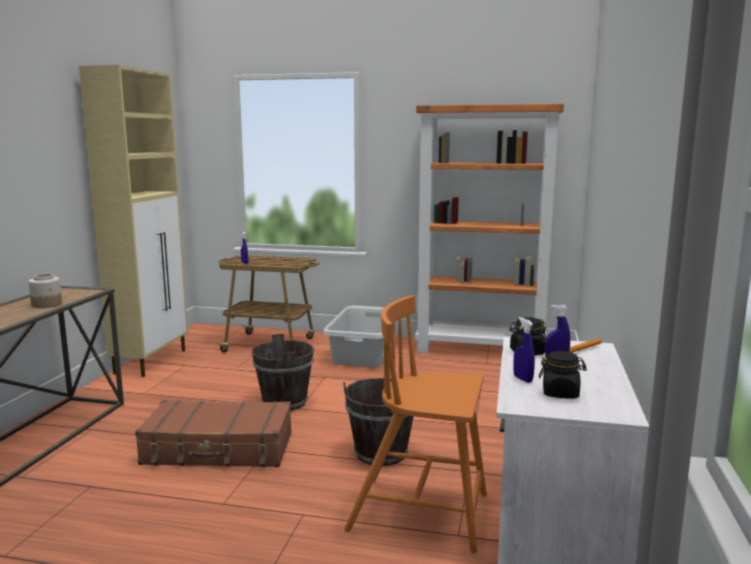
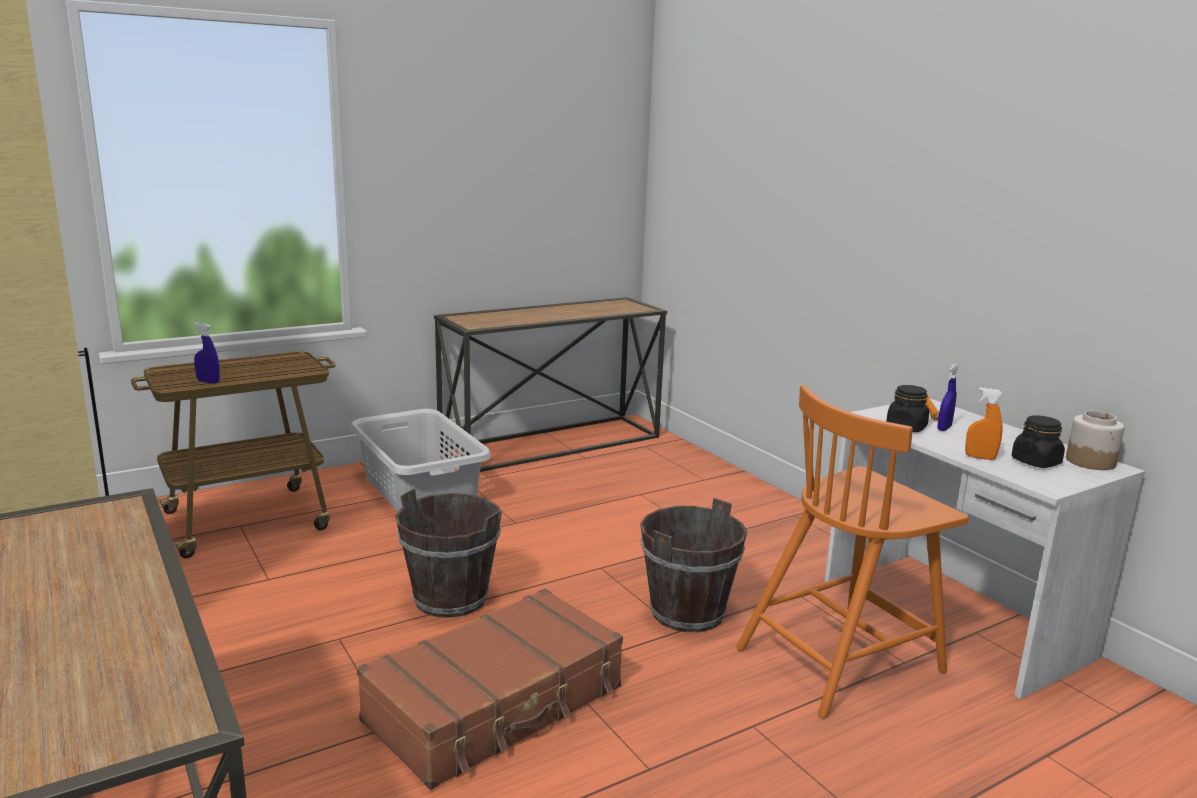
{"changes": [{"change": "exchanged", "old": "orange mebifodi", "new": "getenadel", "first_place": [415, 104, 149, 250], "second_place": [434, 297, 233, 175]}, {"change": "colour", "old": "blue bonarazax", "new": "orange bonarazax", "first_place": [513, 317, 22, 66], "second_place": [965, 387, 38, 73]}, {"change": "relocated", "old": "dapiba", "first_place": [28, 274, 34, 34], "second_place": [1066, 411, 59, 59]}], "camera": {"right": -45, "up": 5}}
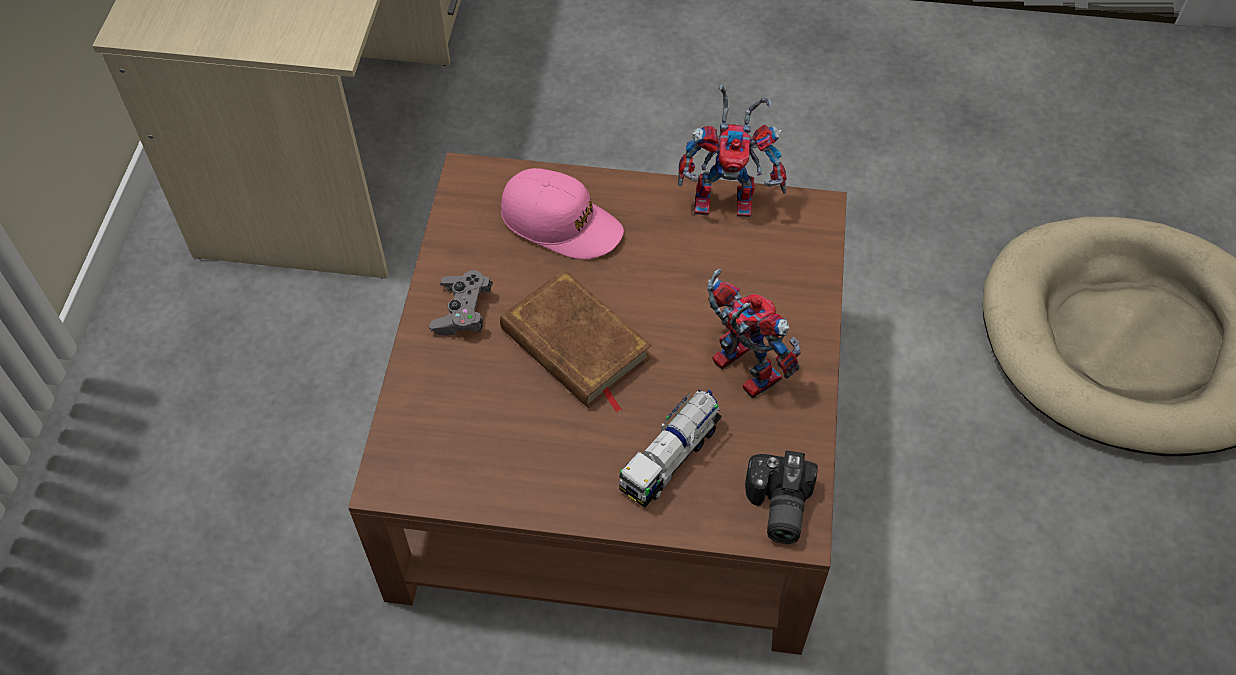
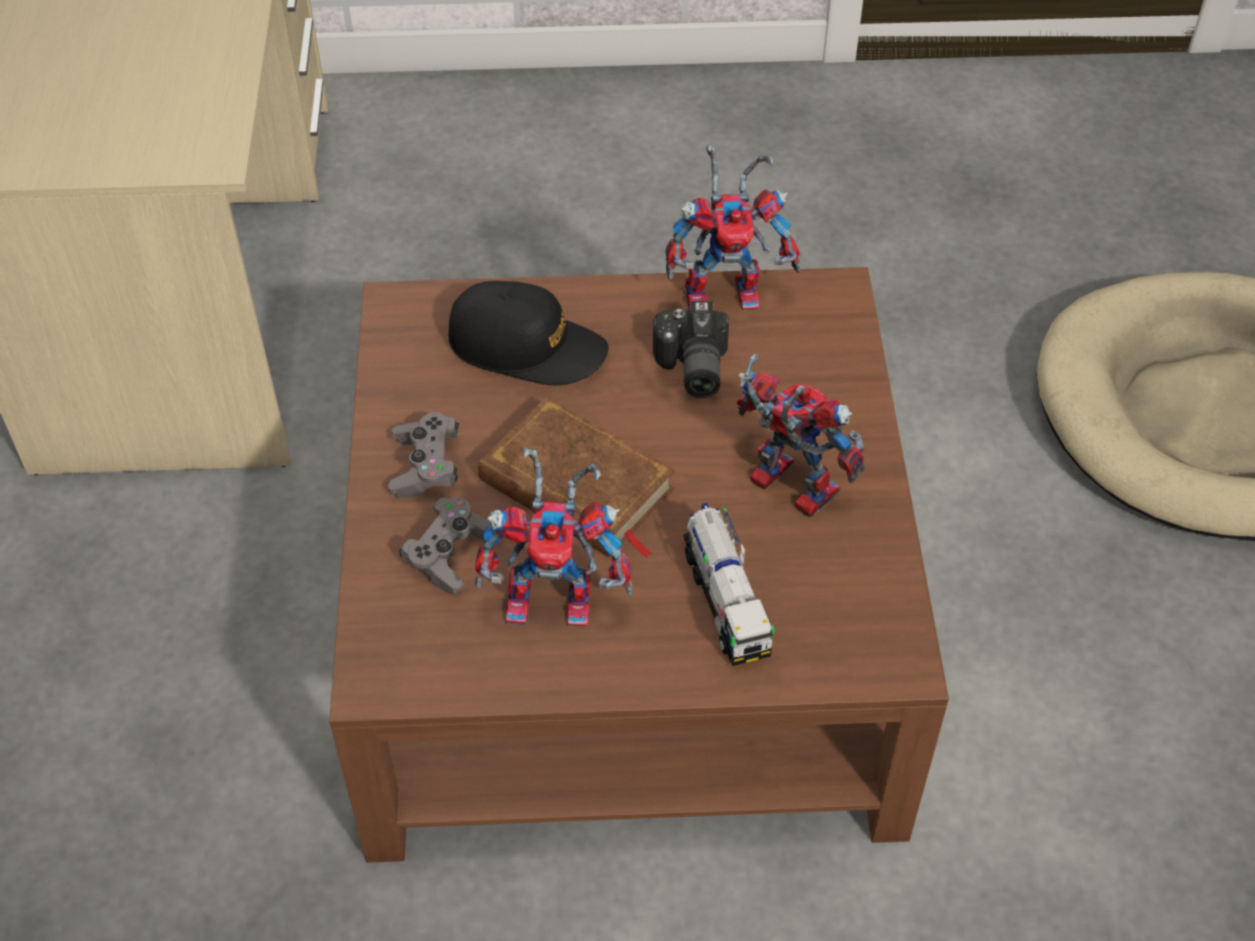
{"changes": [{"change": "appeared", "new": "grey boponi", "second_place": [399, 498, 91, 97]}, {"change": "colour", "old": "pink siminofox", "new": "black siminofox", "first_place": [501, 168, 123, 91], "second_place": [448, 281, 161, 104]}, {"change": "appeared", "new": "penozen", "second_place": [475, 448, 158, 179]}, {"change": "relocated", "old": "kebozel", "first_place": [745, 450, 73, 94], "second_place": [653, 301, 76, 97]}, {"change": "spun", "old": "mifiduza", "first_place": [619, 390, 103, 118], "second_place": [683, 503, 92, 163], "degrees": -45}], "camera": {"right": -10, "up": -5}}
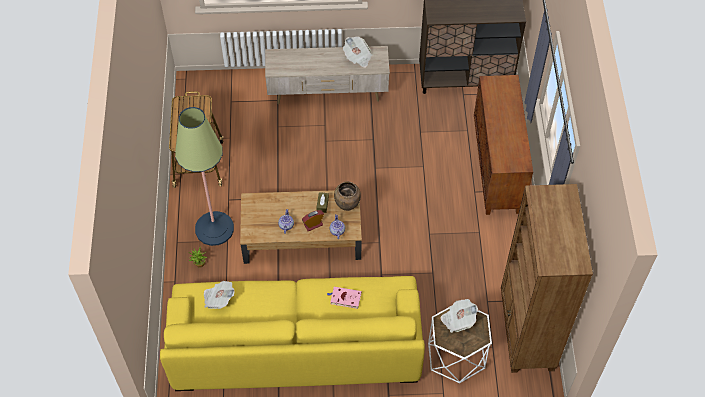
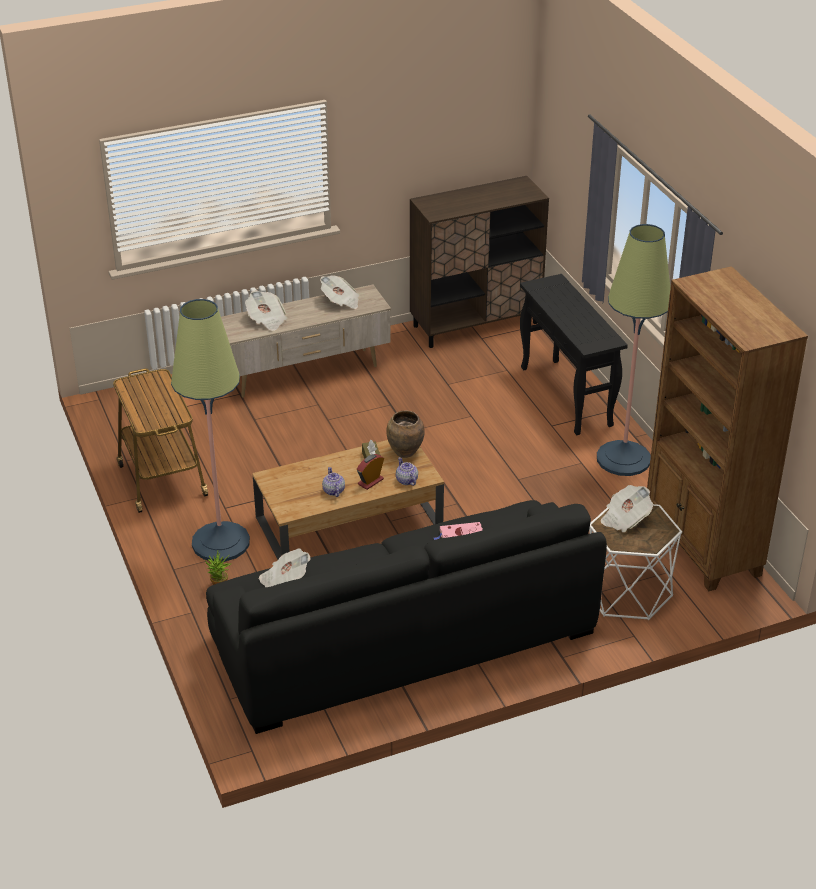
{"changes": [{"change": "colour", "old": "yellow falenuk", "new": "black falenuk", "first_place": [160, 276, 265, 115], "second_place": [206, 500, 401, 234]}, {"change": "appeared", "new": "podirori", "second_place": [245, 290, 42, 41]}, {"change": "exchanged", "old": "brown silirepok", "new": "black getenadel", "first_place": [474, 75, 59, 140], "second_place": [520, 274, 108, 161]}, {"change": "appeared", "new": "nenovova", "second_place": [597, 224, 73, 252]}], "camera": {"right": -20, "up": -20}}
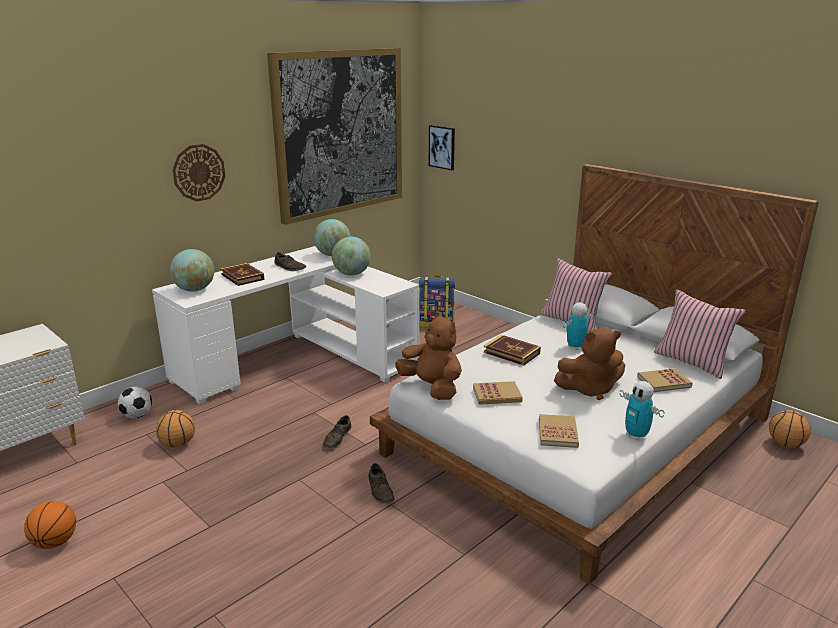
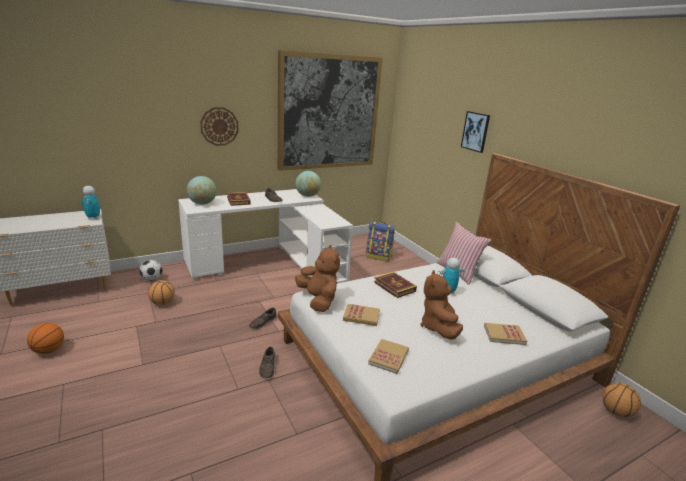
{"changes": [{"change": "relocated", "old": "penozen", "first_place": [620, 381, 44, 60], "second_place": [82, 186, 18, 33]}, {"change": "spun", "old": "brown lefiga", "first_place": [554, 328, 71, 72], "second_place": [420, 270, 43, 70], "degrees": 90}, {"change": "relocated", "old": "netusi", "first_place": [429, 125, 26, 45], "second_place": [461, 111, 29, 42]}, {"change": "missing", "old": "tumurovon", "first_place": [332, 237, 39, 39]}, {"change": "missing", "old": "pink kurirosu", "first_place": [654, 290, 92, 89]}], "camera": {"right": 15, "up": 0}}
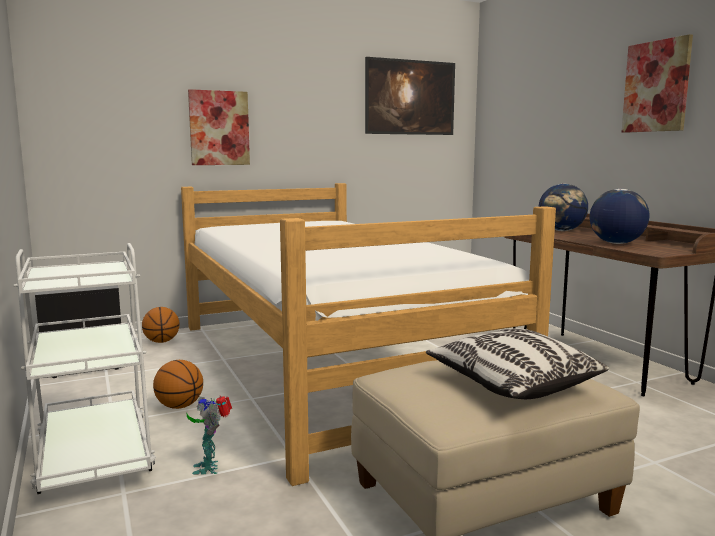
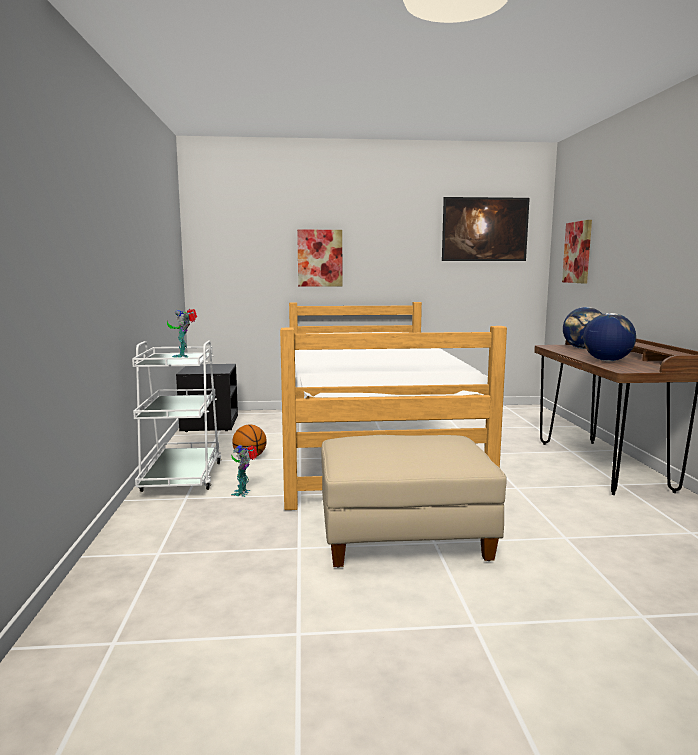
{"changes": [{"change": "appeared", "new": "penozen", "second_place": [167, 309, 30, 49]}, {"change": "relocated", "old": "netusi", "first_place": [622, 34, 71, 99], "second_place": [562, 220, 30, 64]}, {"change": "missing", "old": "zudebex", "first_place": [142, 307, 37, 36]}, {"change": "missing", "old": "kurirosu", "first_place": [426, 328, 183, 71]}], "camera": {"right": 20, "up": 0}}
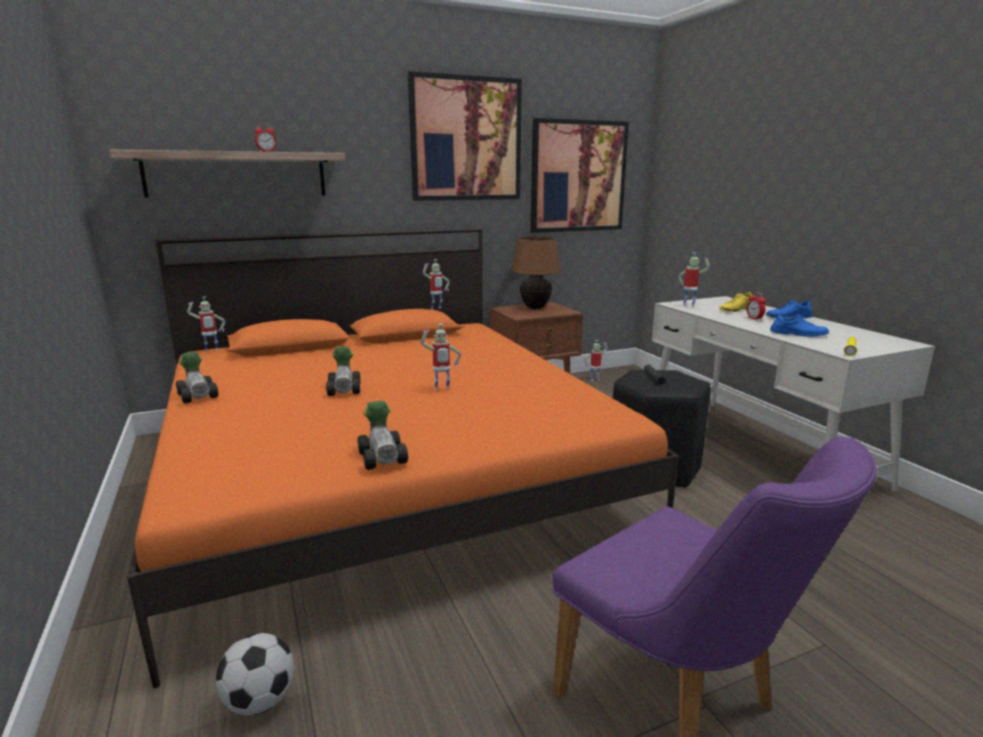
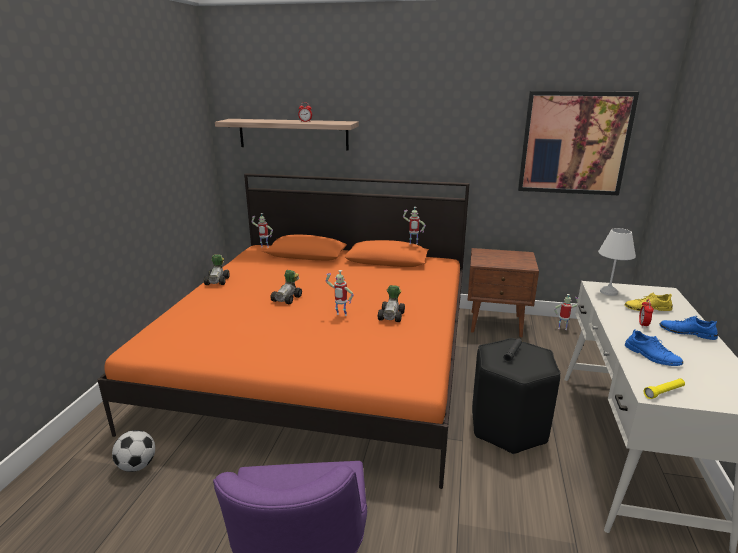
{"changes": [{"change": "relocated", "old": "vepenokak", "first_place": [357, 401, 51, 69], "second_place": [378, 285, 27, 37]}, {"change": "exchanged", "old": "penozen", "new": "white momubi", "first_place": [678, 252, 32, 55], "second_place": [598, 228, 38, 68]}, {"change": "missing", "old": "netusi", "first_place": [408, 71, 114, 130]}, {"change": "missing", "old": "brown momubi", "first_place": [512, 237, 49, 72]}], "camera": {"right": 35, "up": 5}}
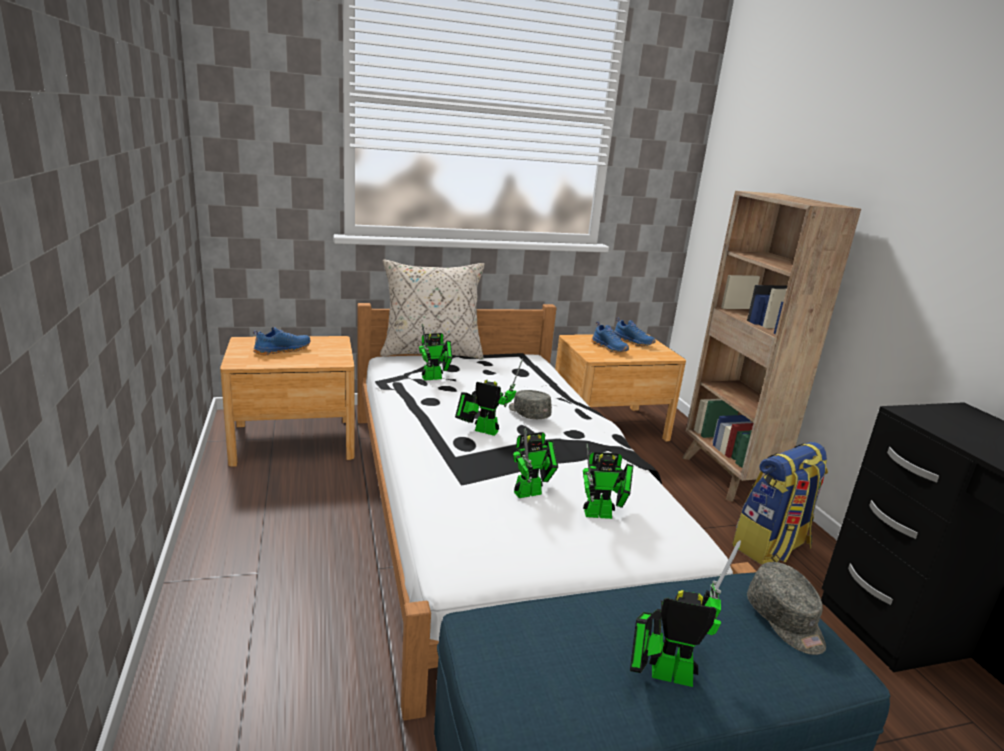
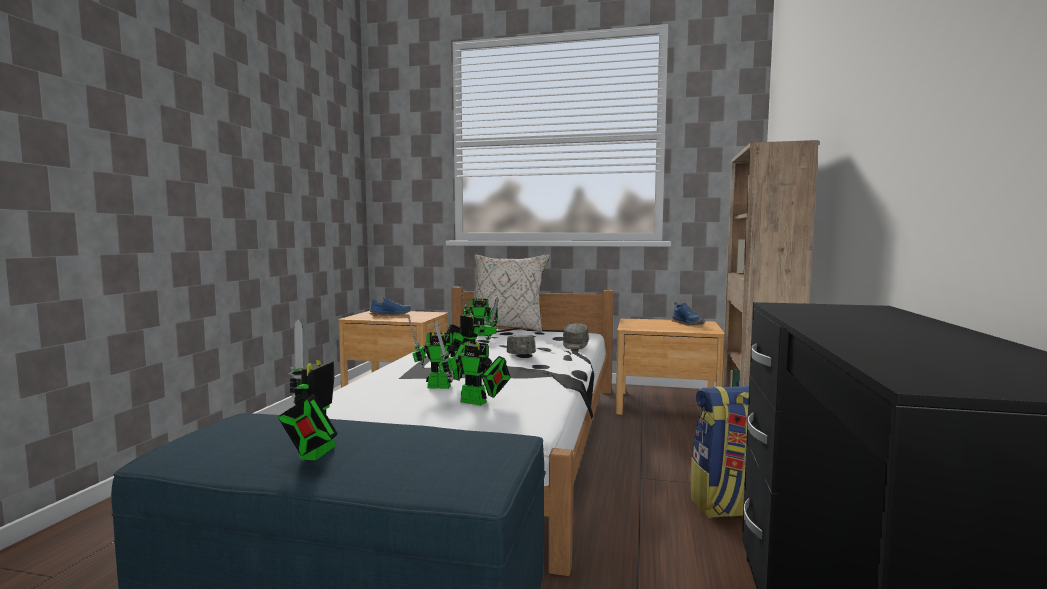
{"changes": [{"change": "spun", "old": "penozen", "first_place": [630, 541, 111, 146], "second_place": [278, 320, 59, 141], "degrees": -120}, {"change": "relocated", "old": "grey siminofox", "first_place": [747, 562, 79, 93], "second_place": [563, 323, 26, 26]}, {"change": "missing", "old": "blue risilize", "first_place": [591, 322, 38, 31]}], "camera": {"right": 30, "up": -15}}
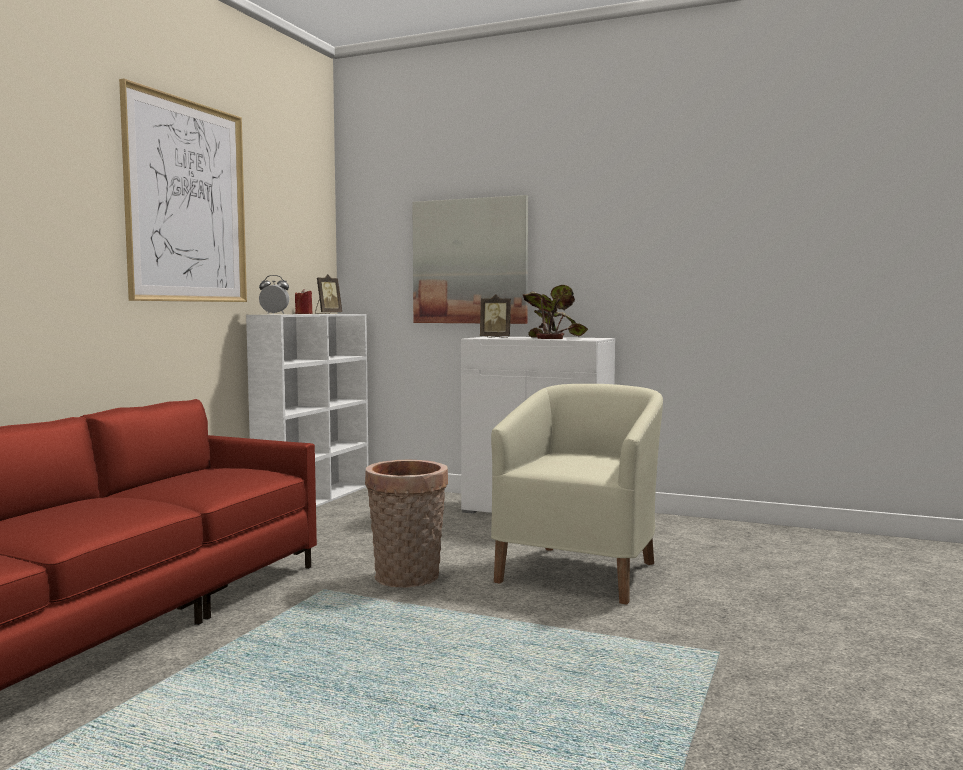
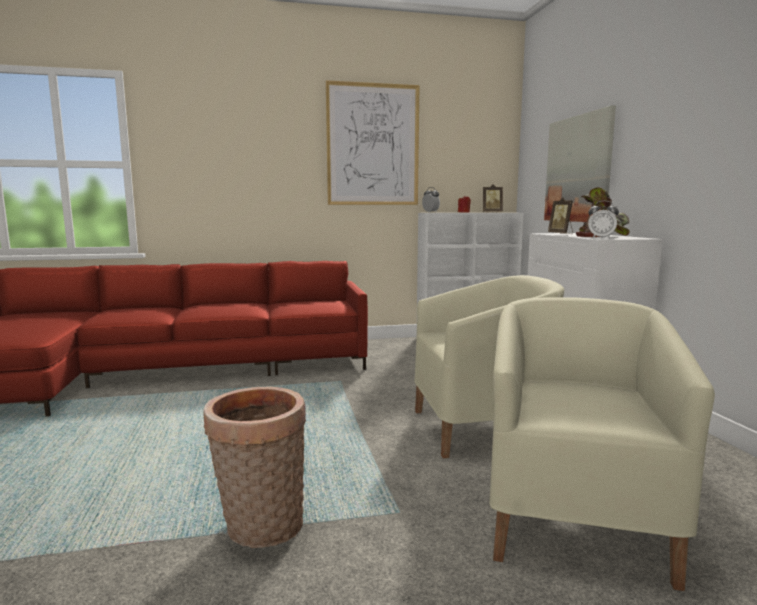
{"changes": [{"change": "relocated", "old": "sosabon", "first_place": [365, 460, 83, 128], "second_place": [203, 386, 103, 162]}, {"change": "appeared", "new": "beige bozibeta", "second_place": [489, 297, 226, 294]}, {"change": "appeared", "new": "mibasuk", "second_place": [588, 201, 31, 38]}], "camera": {"right": 55, "up": 5}}
